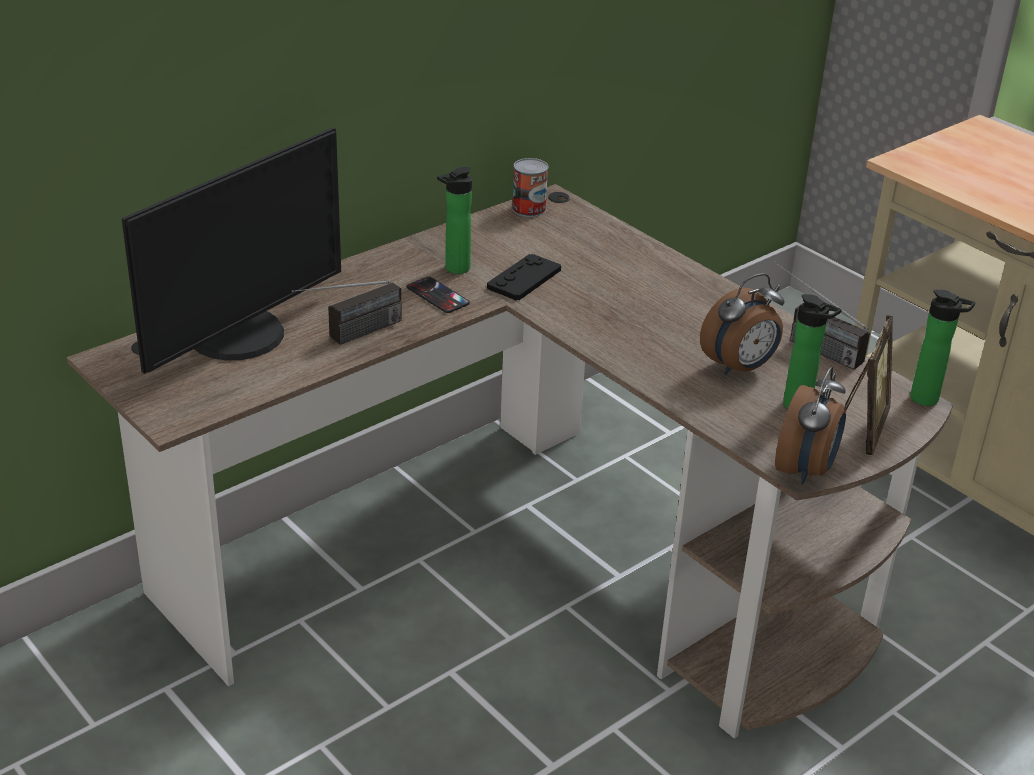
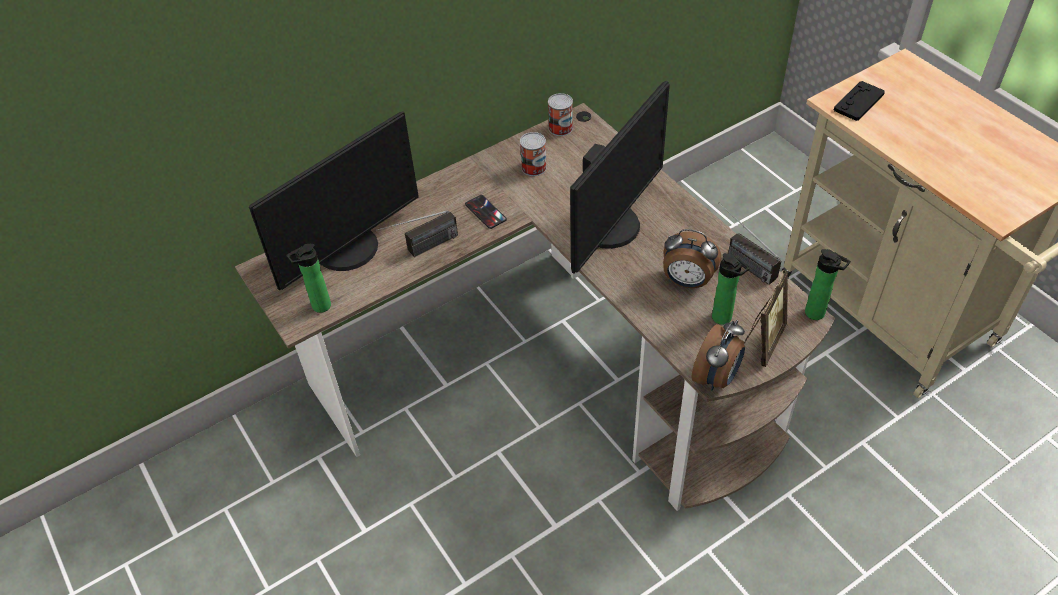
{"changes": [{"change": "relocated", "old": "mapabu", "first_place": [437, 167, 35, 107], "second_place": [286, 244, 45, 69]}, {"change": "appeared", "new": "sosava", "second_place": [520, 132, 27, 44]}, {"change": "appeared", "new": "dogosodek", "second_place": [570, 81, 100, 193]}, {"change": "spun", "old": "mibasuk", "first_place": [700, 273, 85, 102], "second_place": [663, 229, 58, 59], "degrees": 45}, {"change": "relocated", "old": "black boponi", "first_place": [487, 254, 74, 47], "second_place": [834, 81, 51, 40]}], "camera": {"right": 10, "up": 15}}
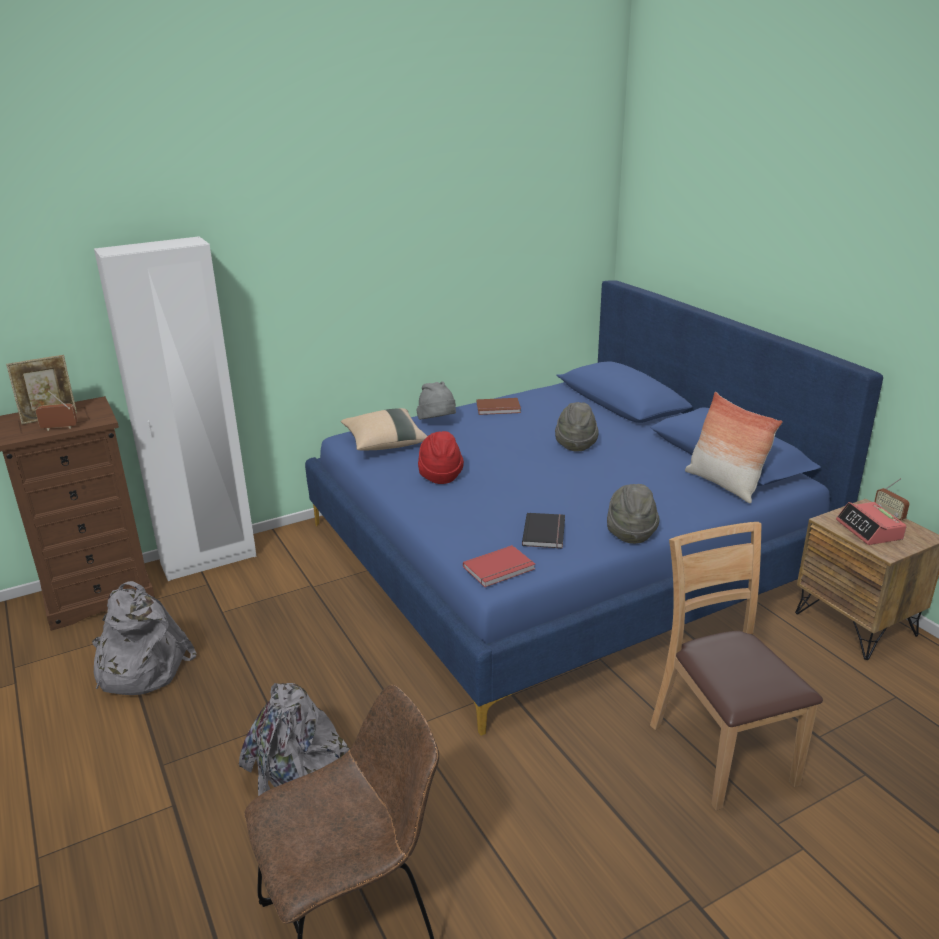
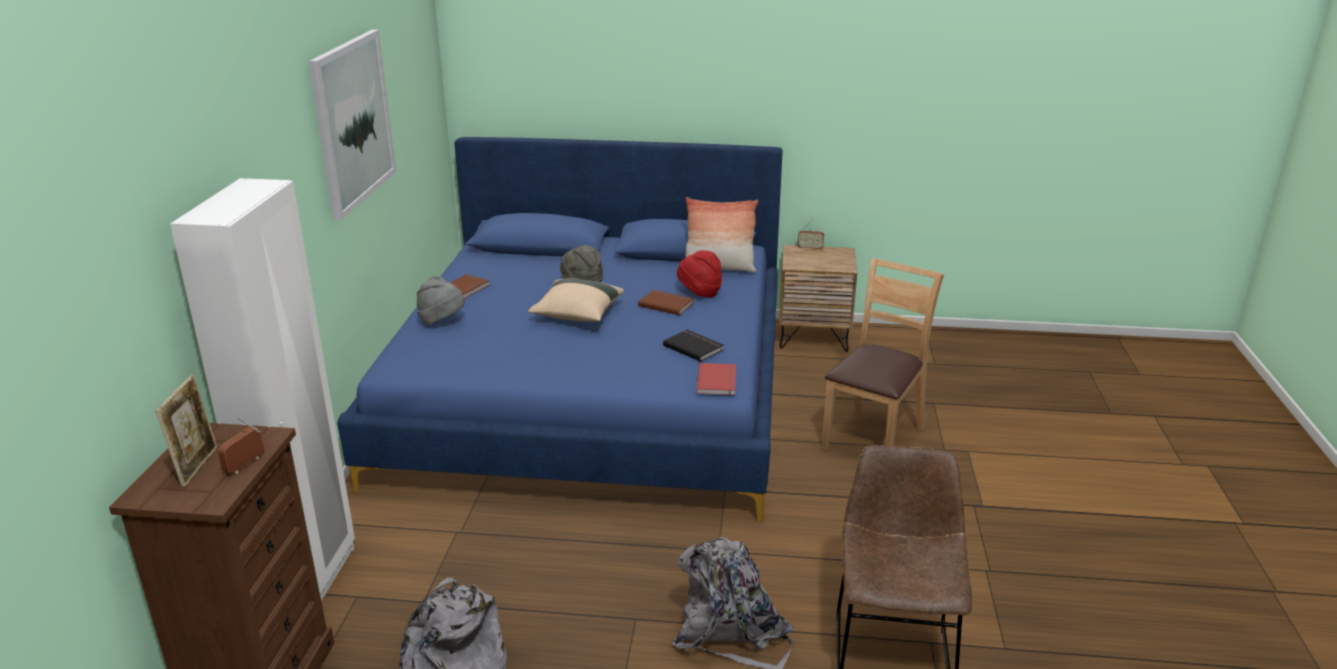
{"changes": [{"change": "appeared", "new": "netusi", "second_place": [309, 30, 87, 190]}, {"change": "relocated", "old": "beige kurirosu", "first_place": [341, 408, 86, 43], "second_place": [528, 279, 96, 43]}, {"change": "appeared", "new": "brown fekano", "second_place": [638, 290, 56, 25]}, {"change": "relocated", "old": "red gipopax", "first_place": [418, 431, 46, 53], "second_place": [677, 250, 45, 47]}, {"change": "spun", "old": "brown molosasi", "first_place": [650, 522, 173, 288], "second_place": [821, 259, 123, 191], "degrees": 105}, {"change": "missing", "old": "grey gipopax", "first_place": [607, 484, 53, 60]}, {"change": "missing", "old": "mibasuk", "first_place": [836, 502, 71, 43]}], "camera": {"right": -55, "up": 0}}
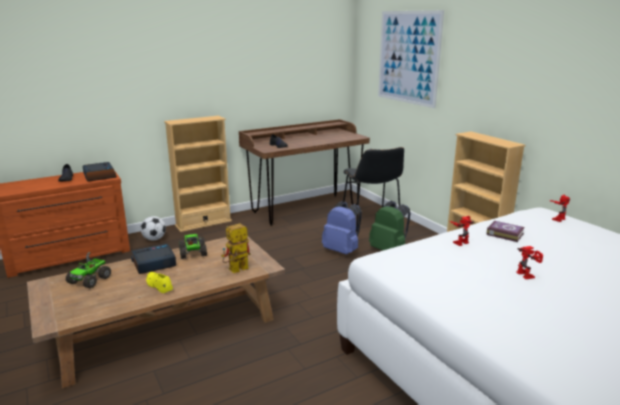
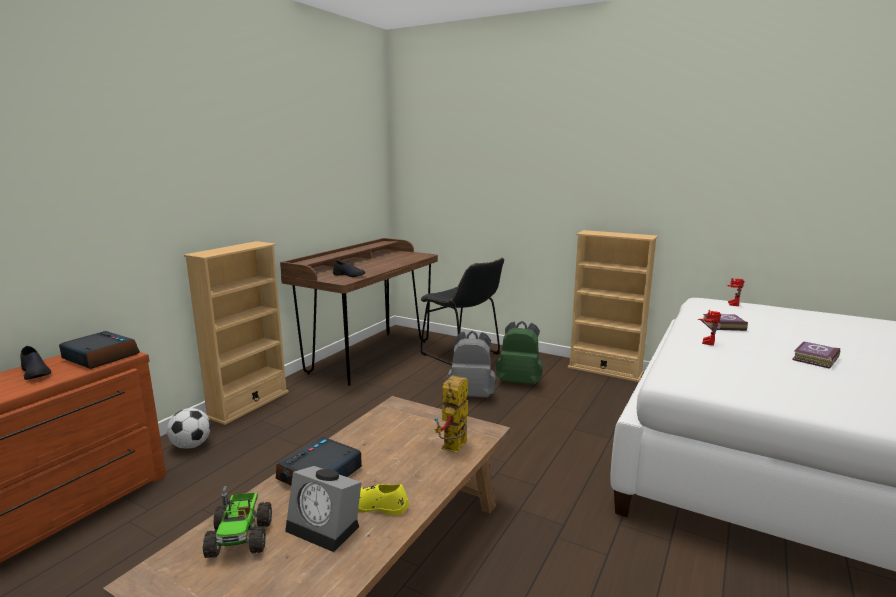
{"changes": [{"change": "appeared", "new": "mibasuk", "second_place": [285, 466, 77, 86]}, {"change": "colour", "old": "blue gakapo", "new": "grey gakapo", "first_place": [322, 201, 40, 54], "second_place": [447, 331, 49, 67]}, {"change": "exchanged", "old": "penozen", "new": "fekano", "first_place": [516, 246, 27, 33], "second_place": [792, 342, 48, 27]}, {"change": "missing", "old": "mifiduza", "first_place": [179, 234, 28, 25]}, {"change": "missing", "old": "netusi", "first_place": [378, 10, 66, 98]}], "camera": {"right": -30, "up": -5}}
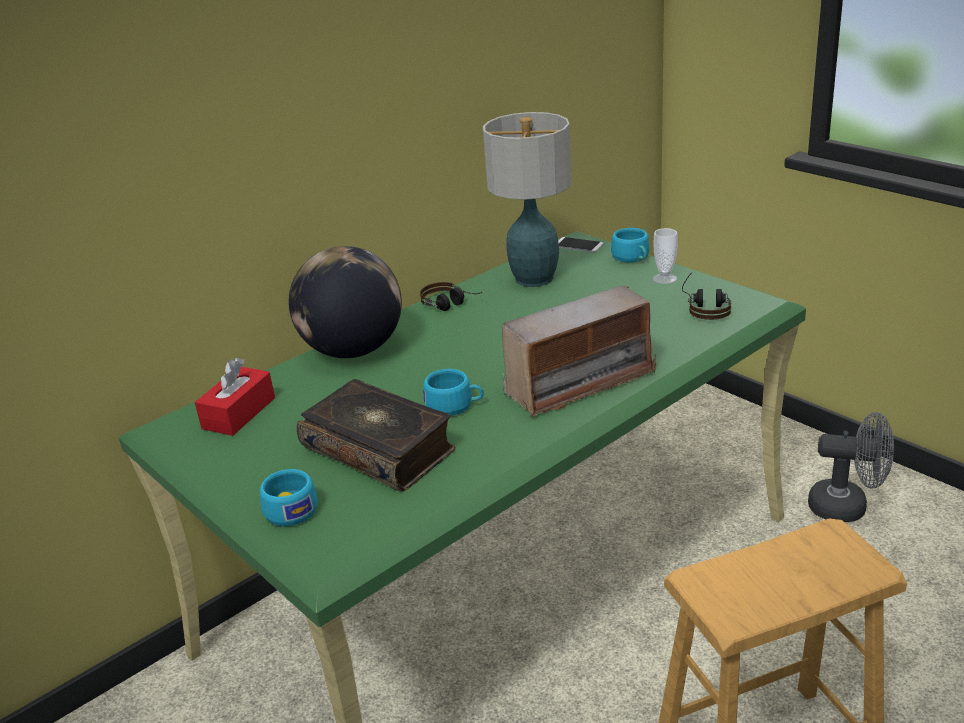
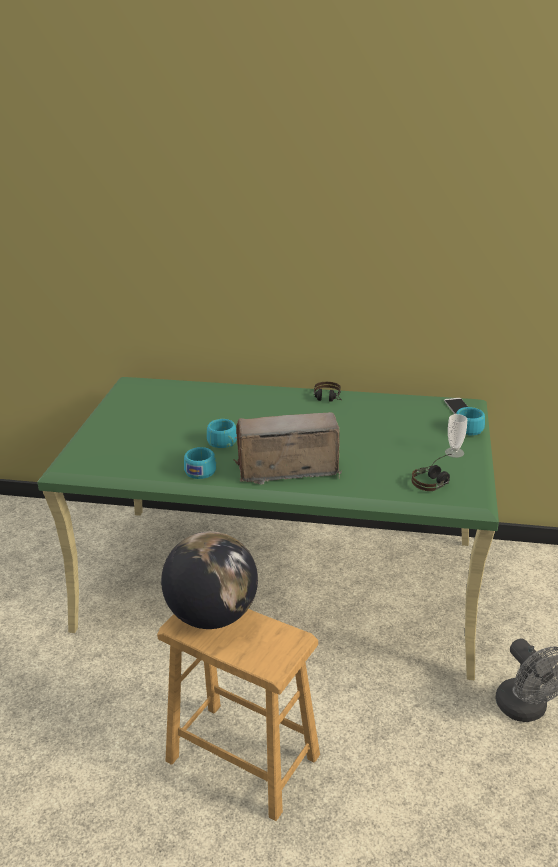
{"changes": [{"change": "relocated", "old": "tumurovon", "first_place": [289, 246, 113, 112], "second_place": [161, 531, 97, 98]}, {"change": "relocated", "old": "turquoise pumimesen", "first_place": [260, 469, 58, 57], "second_place": [184, 447, 32, 32]}, {"change": "spun", "old": "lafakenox", "first_place": [502, 286, 154, 131], "second_place": [233, 412, 109, 72], "degrees": 150}, {"change": "missing", "old": "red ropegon", "first_place": [195, 358, 80, 78]}, {"change": "missing", "old": "fekano", "first_place": [297, 379, 159, 113]}, {"change": "missing", "old": "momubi", "first_place": [483, 112, 89, 175]}], "camera": {"right": 50, "up": 0}}
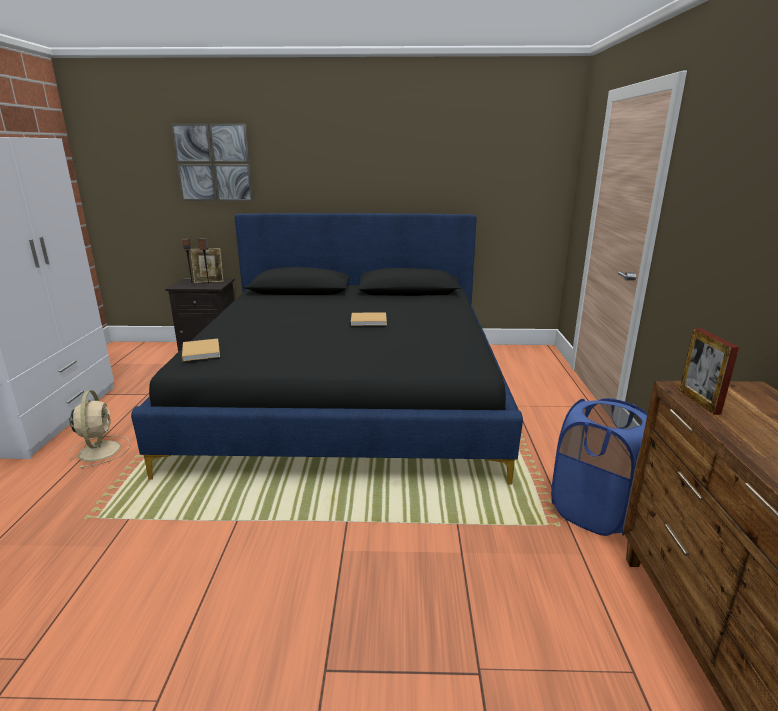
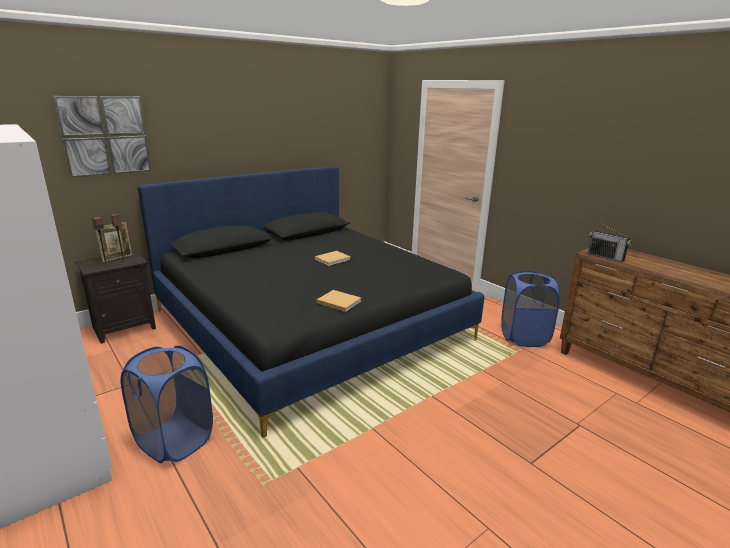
{"changes": [{"change": "exchanged", "old": "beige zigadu", "new": "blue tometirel", "first_place": [69, 390, 61, 78], "second_place": [121, 346, 92, 117]}, {"change": "relocated", "old": "beige fekano", "first_place": [182, 339, 38, 22], "second_place": [317, 290, 44, 22]}, {"change": "exchanged", "old": "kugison", "new": "lafakenox", "first_place": [679, 328, 60, 87], "second_place": [588, 223, 44, 39]}], "camera": {"right": -40, "up": 0}}
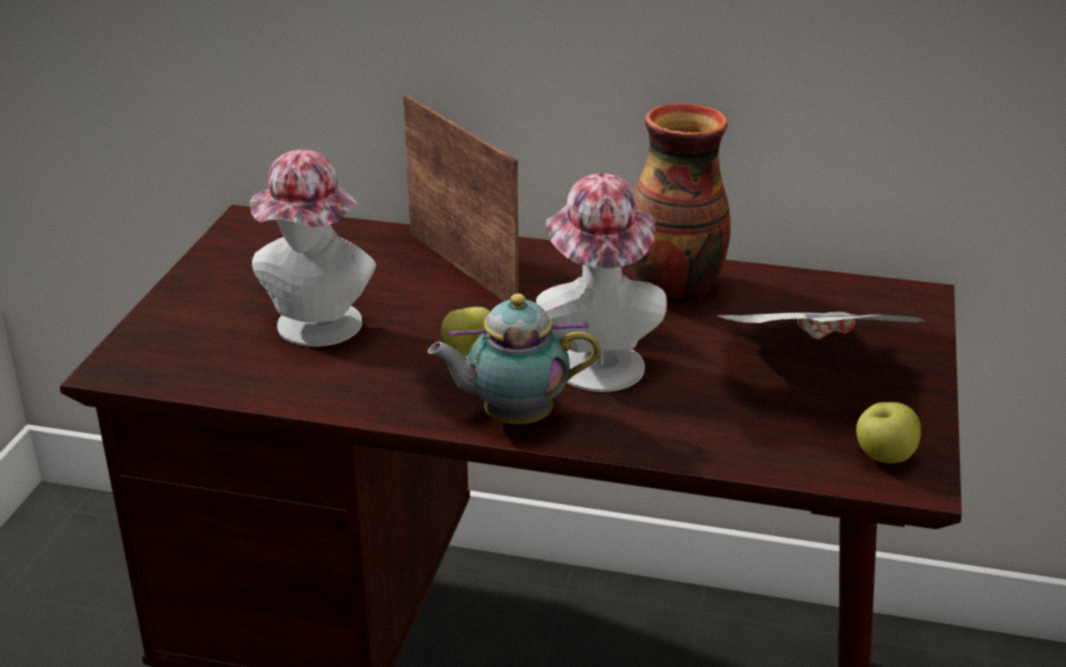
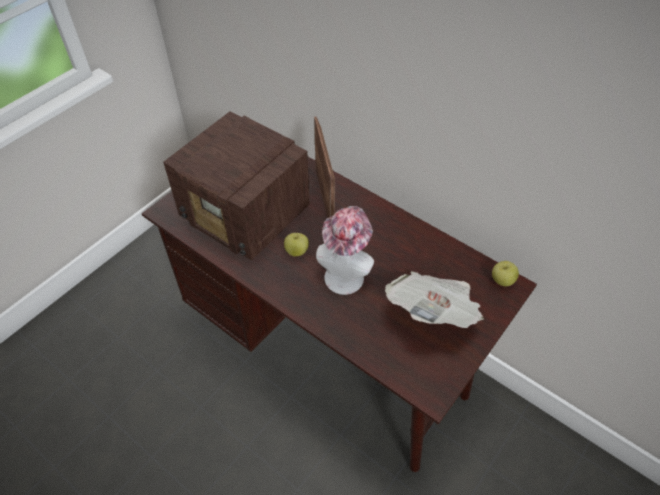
{"changes": [{"change": "exchanged", "old": "gipopax", "new": "lafakenox", "first_place": [250, 150, 126, 197], "second_place": [163, 111, 147, 149]}, {"change": "relocated", "old": "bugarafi", "first_place": [856, 402, 65, 61], "second_place": [492, 261, 27, 25]}, {"change": "missing", "old": "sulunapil", "first_place": [428, 293, 172, 131]}, {"change": "missing", "old": "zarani", "first_place": [629, 104, 102, 199]}], "camera": {"right": 25, "up": 20}}
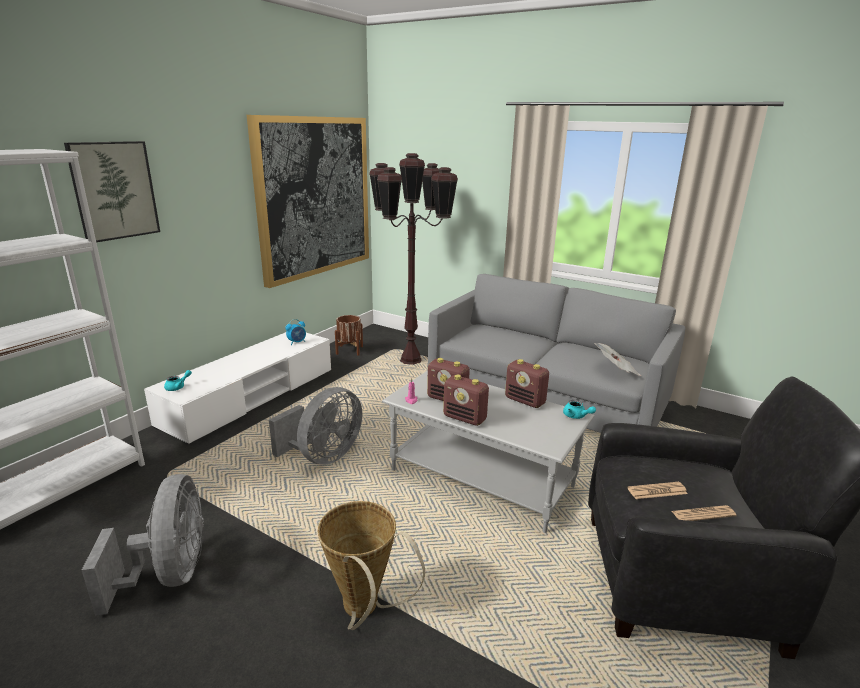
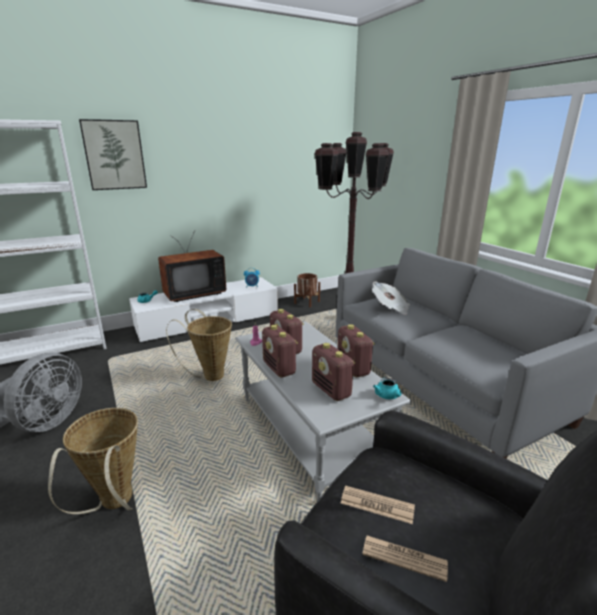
{"changes": [{"change": "appeared", "new": "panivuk", "second_place": [158, 231, 68, 71]}, {"change": "exchanged", "old": "grey zigadu", "new": "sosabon", "first_place": [269, 387, 93, 78], "second_place": [166, 309, 66, 72]}, {"change": "appeared", "new": "lafakenox", "second_place": [312, 343, 43, 58]}, {"change": "relocated", "old": "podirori", "first_place": [594, 343, 47, 33], "second_place": [372, 282, 38, 33]}, {"change": "missing", "old": "netusi", "first_place": [247, 115, 122, 173]}], "camera": {"right": 30, "up": 0}}
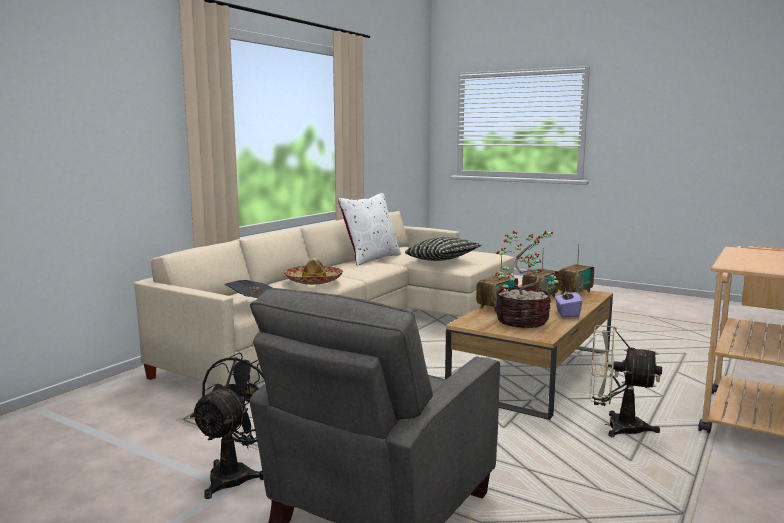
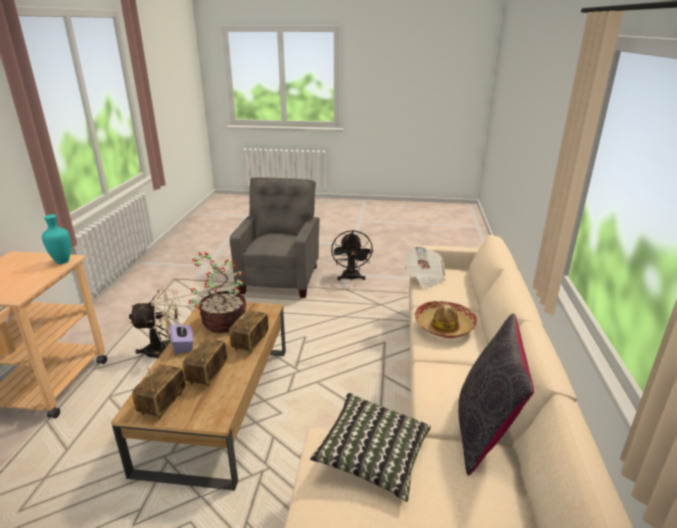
{"changes": [{"change": "appeared", "new": "turquoise zarani", "second_place": [42, 215, 29, 49]}, {"change": "colour", "old": "white kurirosu", "new": "black kurirosu", "first_place": [338, 193, 63, 73], "second_place": [458, 313, 76, 163]}], "camera": {"right": 155, "up": 15}}
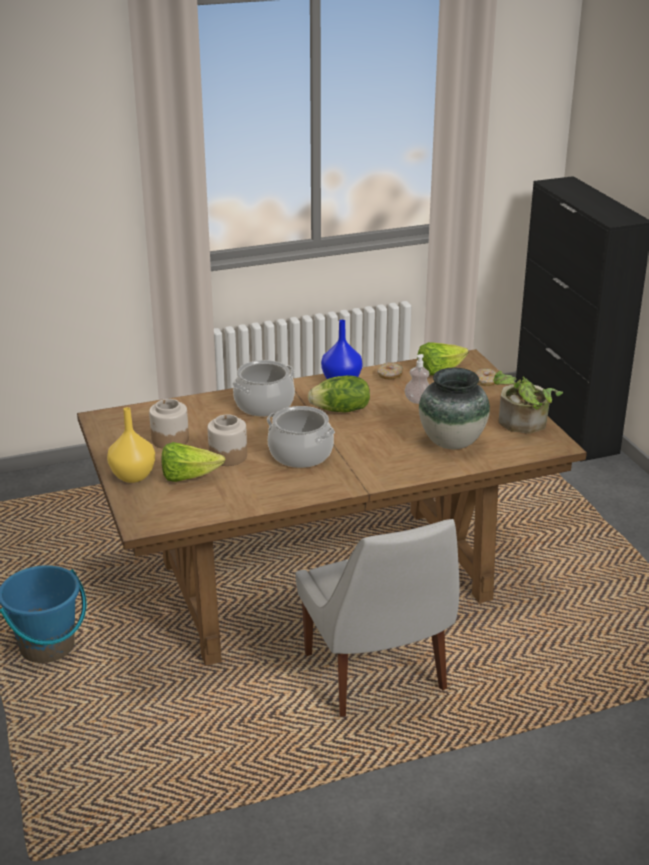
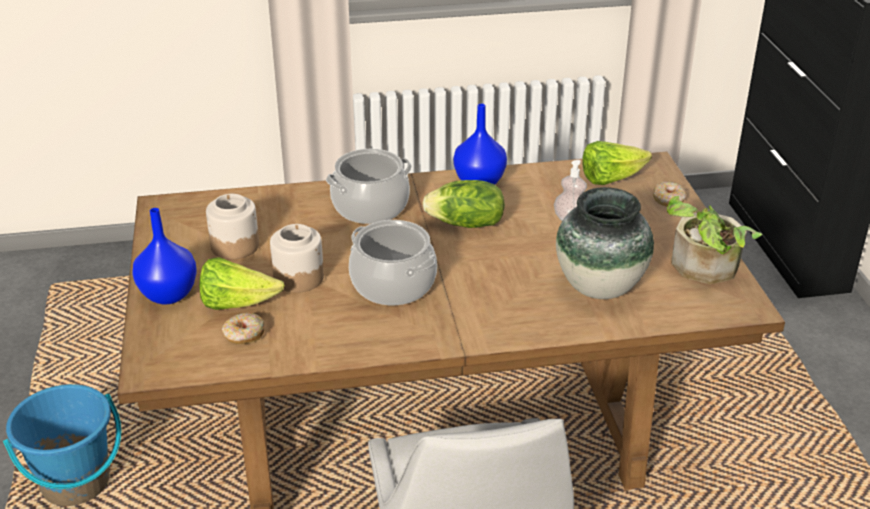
{"changes": [{"change": "colour", "old": "yellow zarani", "new": "blue zarani", "first_place": [107, 407, 48, 76], "second_place": [132, 208, 64, 97]}, {"change": "relocated", "old": "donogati", "first_place": [377, 362, 26, 17], "second_place": [222, 312, 42, 32]}], "camera": {"right": 10, "up": 5}}
